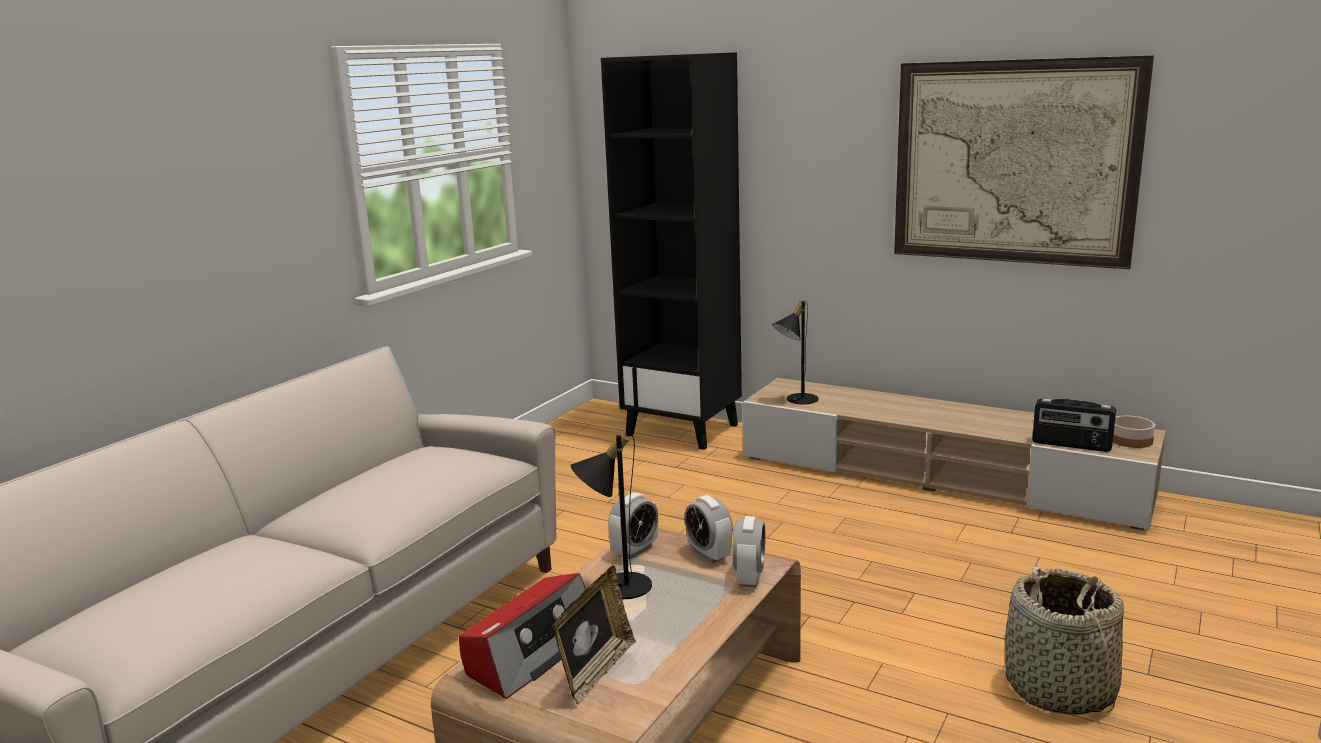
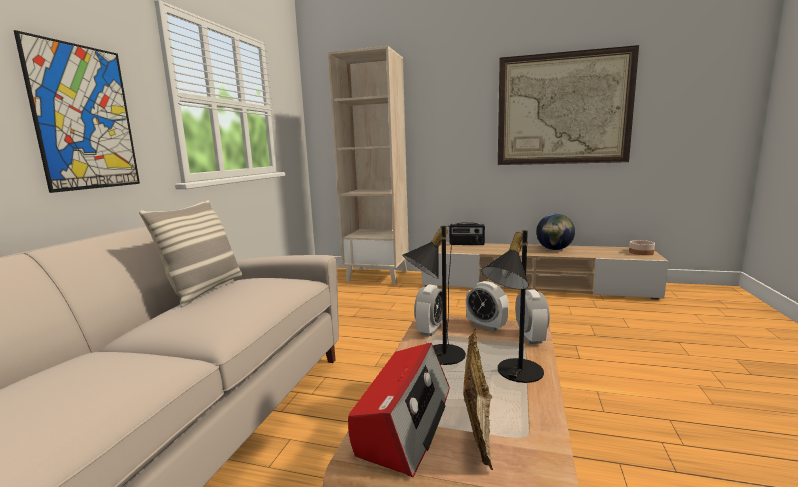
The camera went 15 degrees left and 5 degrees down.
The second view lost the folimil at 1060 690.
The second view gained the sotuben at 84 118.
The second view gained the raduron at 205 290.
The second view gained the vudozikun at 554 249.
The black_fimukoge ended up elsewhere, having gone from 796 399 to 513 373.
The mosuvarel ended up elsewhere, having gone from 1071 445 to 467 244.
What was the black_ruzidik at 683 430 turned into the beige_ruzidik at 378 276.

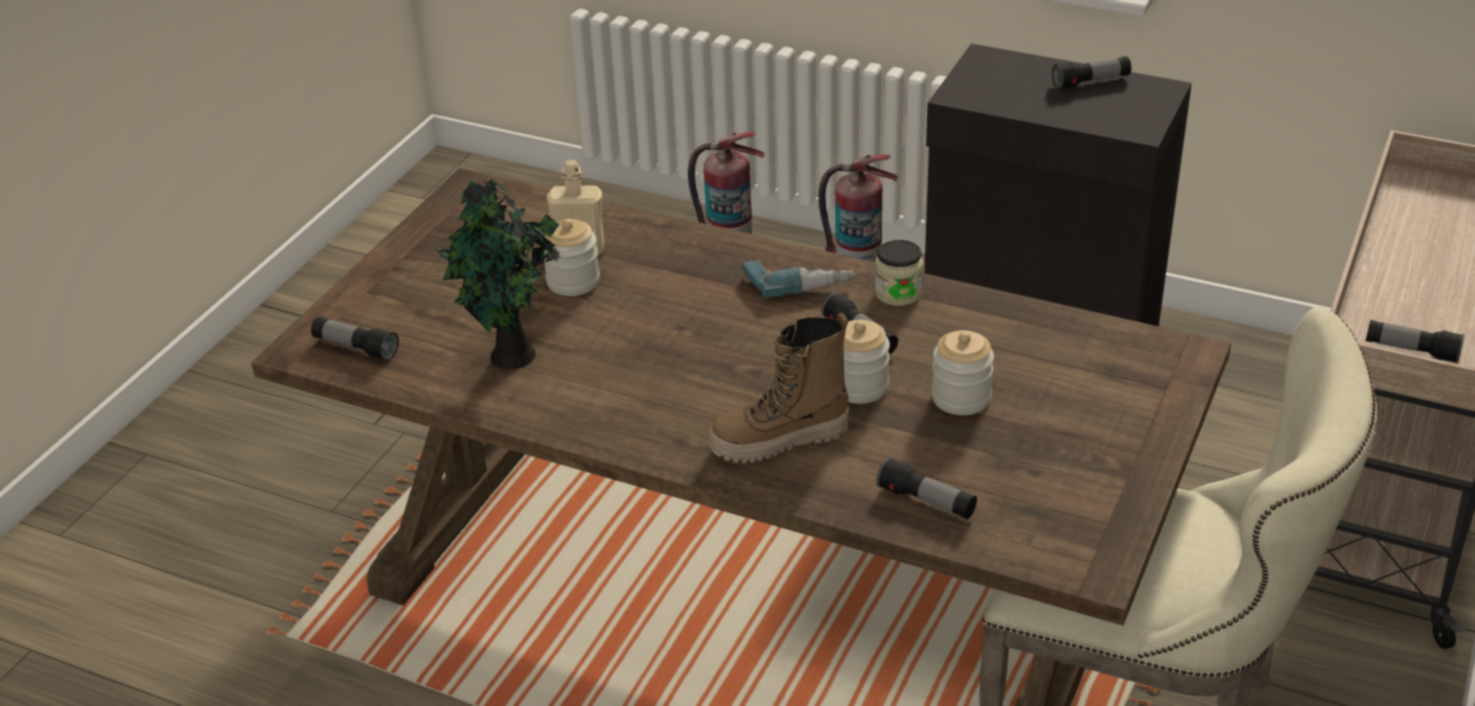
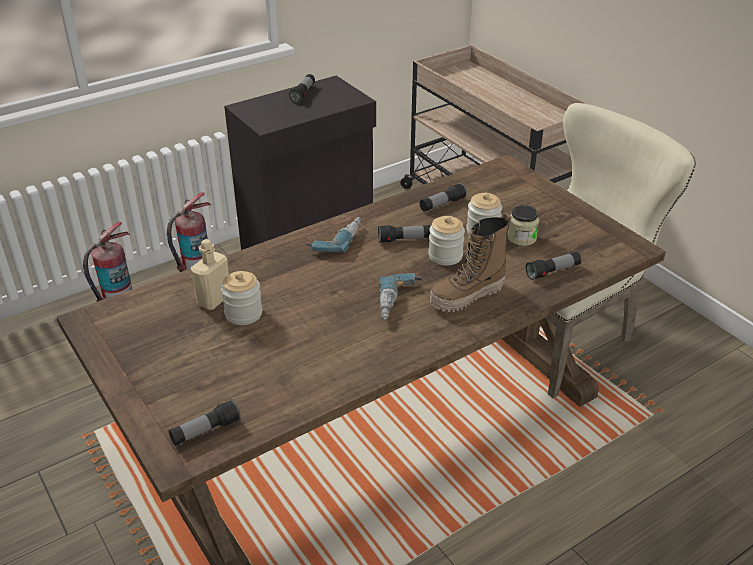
The camera went 60 degrees left and 0 degrees up.
The second view lost the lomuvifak at 513 358.
The second view gained the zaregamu at 400 303.
The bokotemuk ended up elsewhere, having gone from 898 293 to 521 238.
The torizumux ended up elsewhere, having gone from 1411 351 to 442 204.
The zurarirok at 779 441 ended up facing another way, 45 degrees clockwise from before.

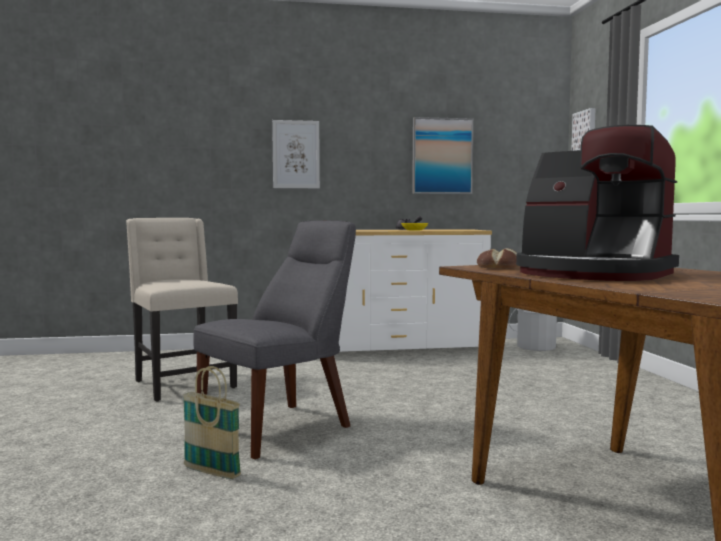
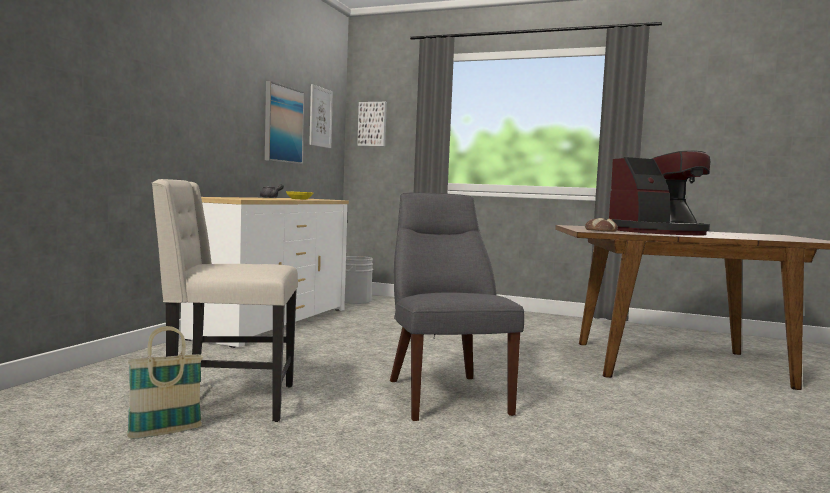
The camera went 60 degrees left and 0 degrees up.
The folimil ended up elsewhere, having gone from 212 472 to 165 432.
The sotuben ended up elsewhere, having gone from 296 154 to 320 117.

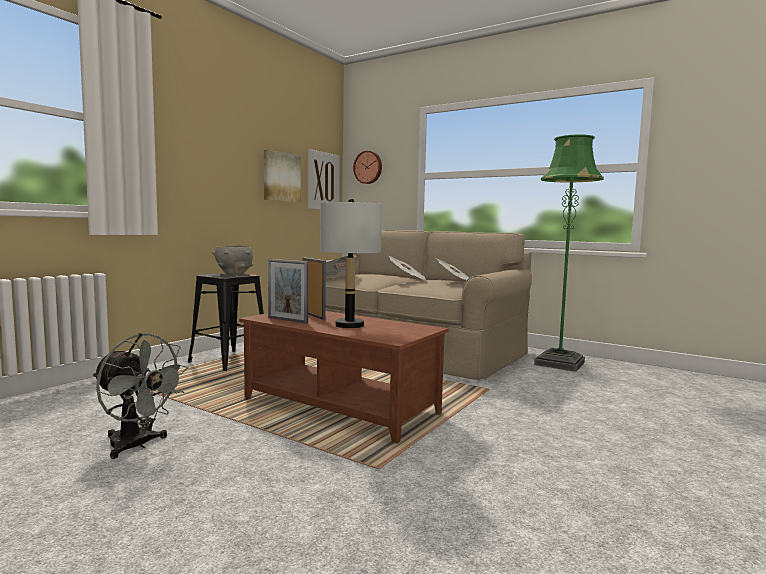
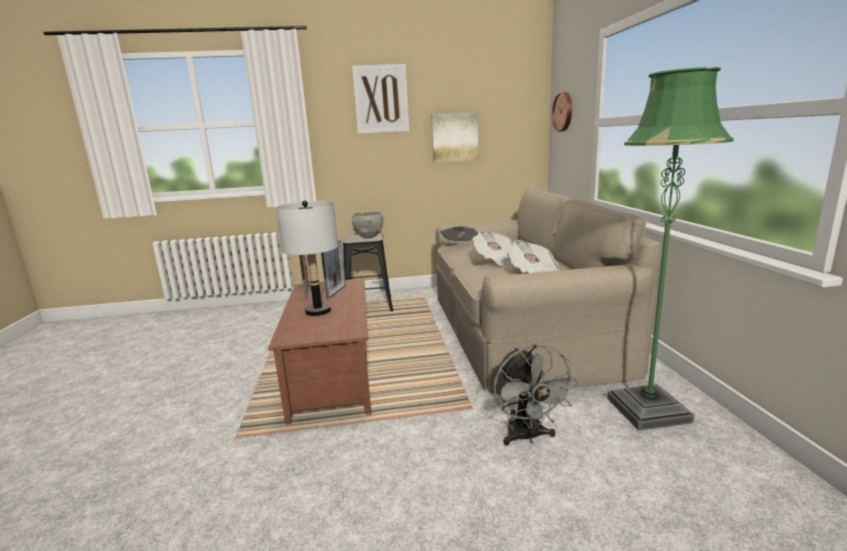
The camera went 50 degrees right and 10 degrees up.
The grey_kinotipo ended up elsewhere, having gone from 137 445 to 527 437.
The sotuben ended up elsewhere, having gone from 323 181 to 381 99.

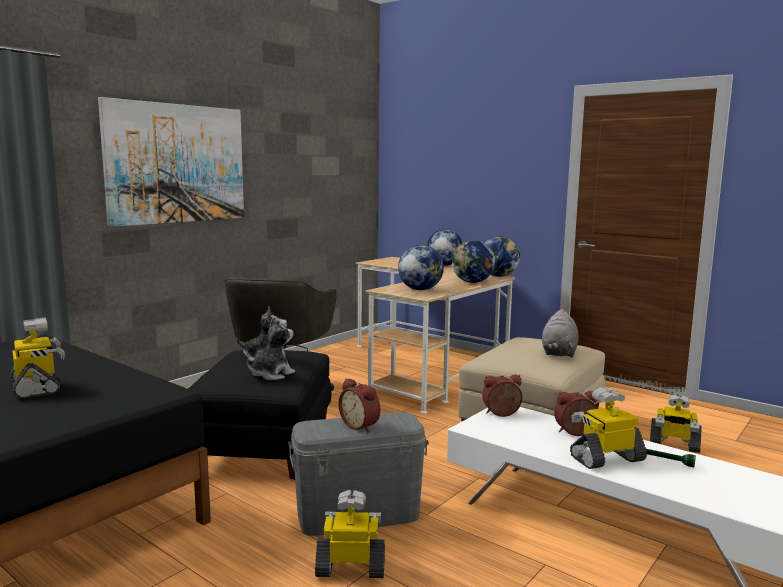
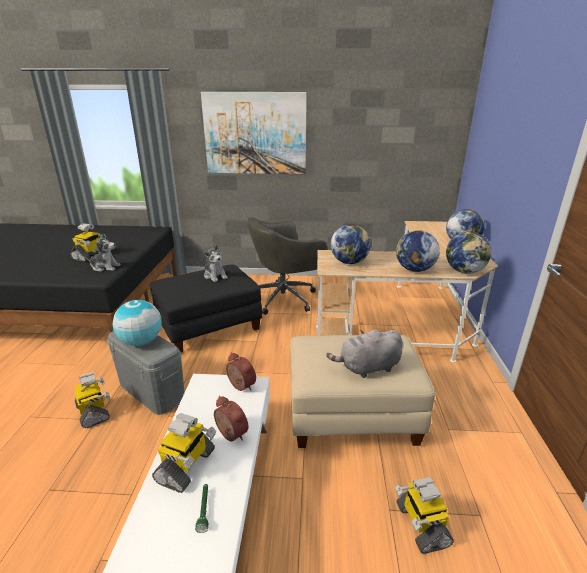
The camera went 55 degrees right and 15 degrees up.
The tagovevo ended up elsewhere, having gone from 271 375 to 105 267.
Where the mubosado stood at 361 425, the vudozikun came to stand at 141 341.
The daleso at 606 458 ended up facing another way, 75 degrees clockwise from before.

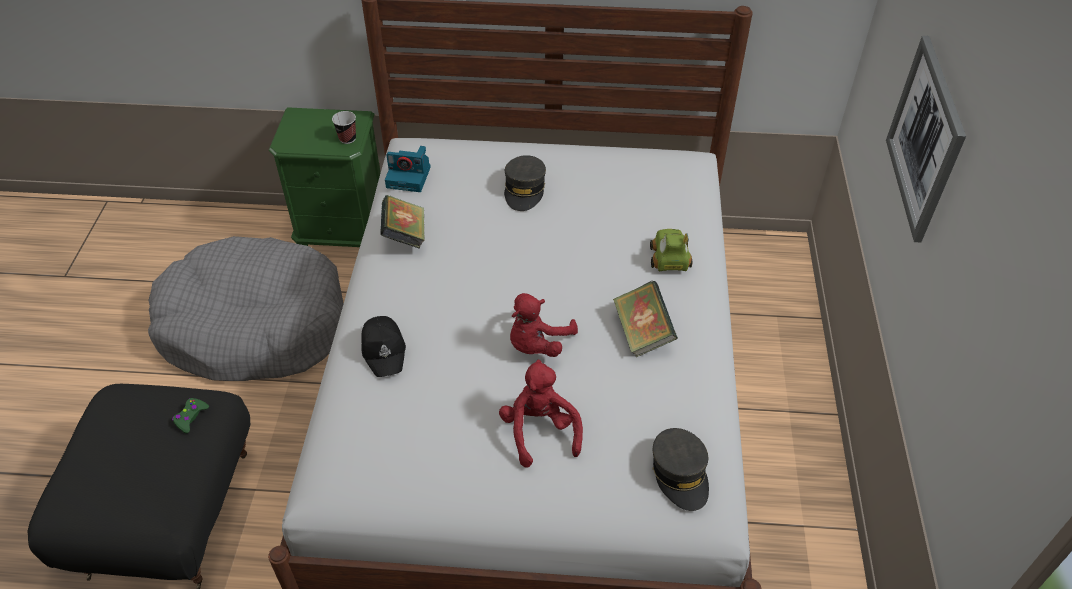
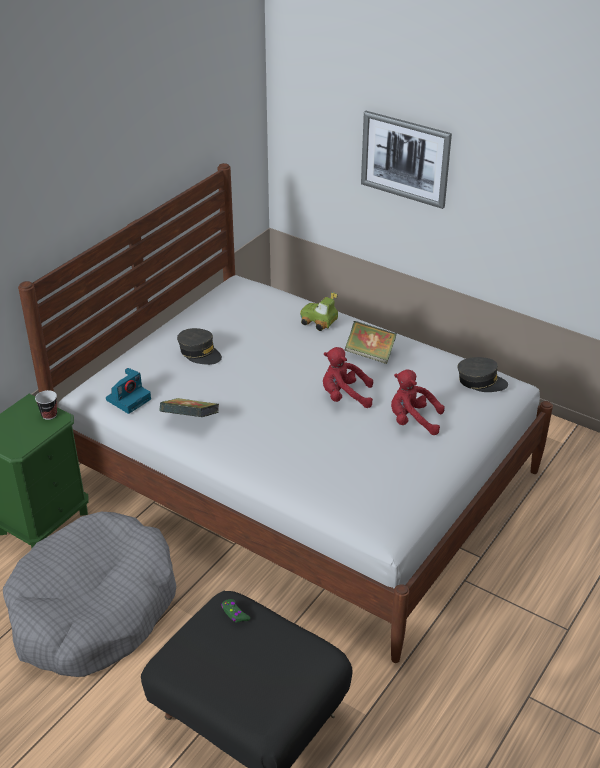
The camera went 60 degrees left and 10 degrees down.
The second view lost the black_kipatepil at 384 350.
The red_tagovevo at 537 344 ended up facing another way, 120 degrees clockwise from before.

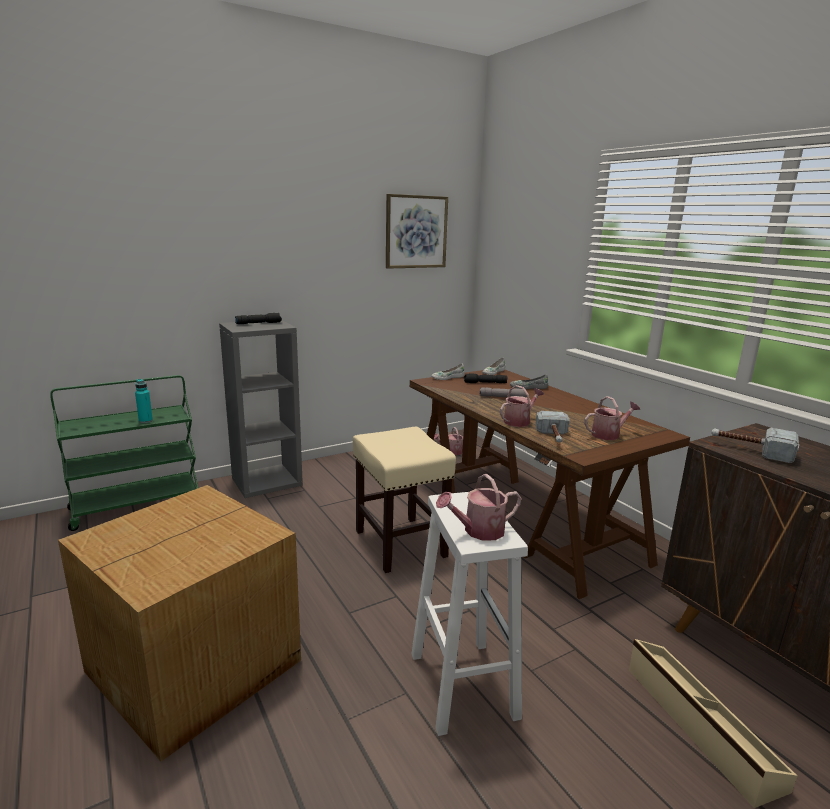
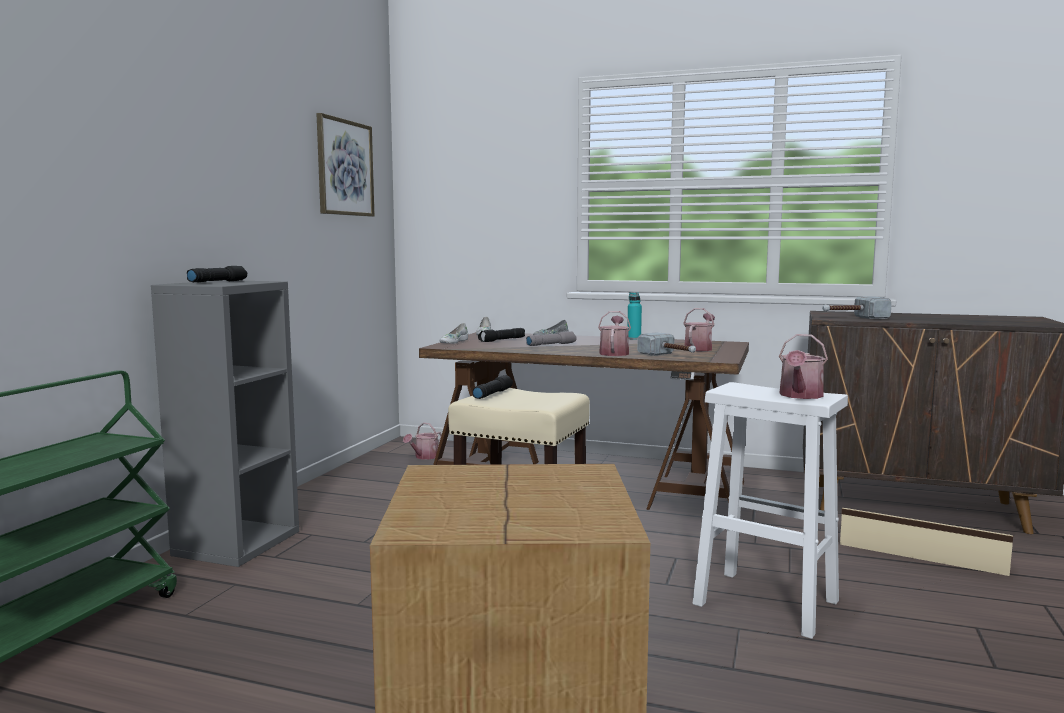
The camera went 40 degrees left and 10 degrees down.
The second view gained the black_torizumux at 492 394.
The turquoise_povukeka ended up elsewhere, having gone from 145 421 to 634 338.

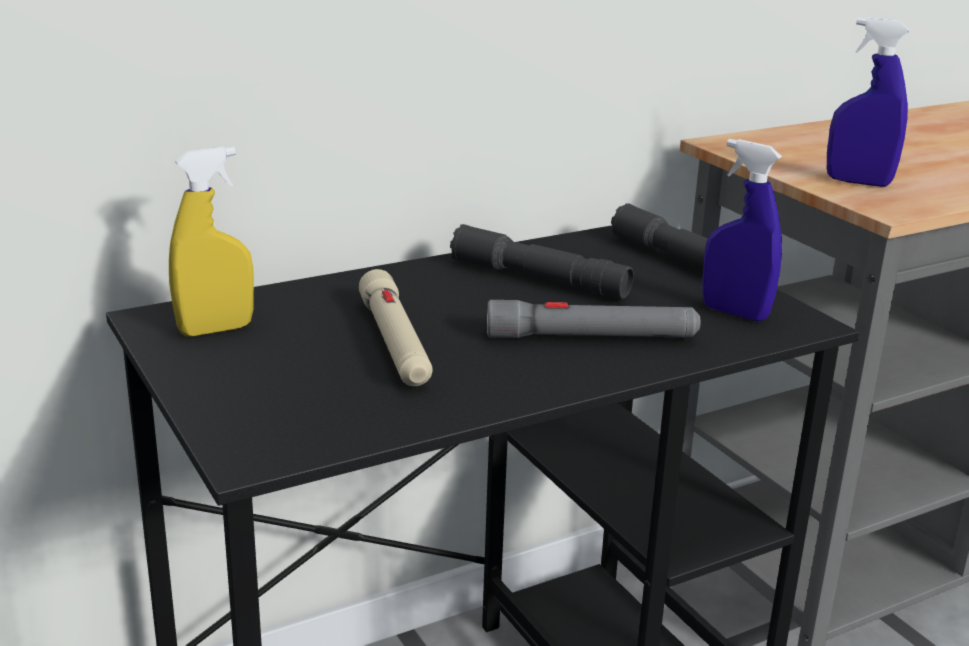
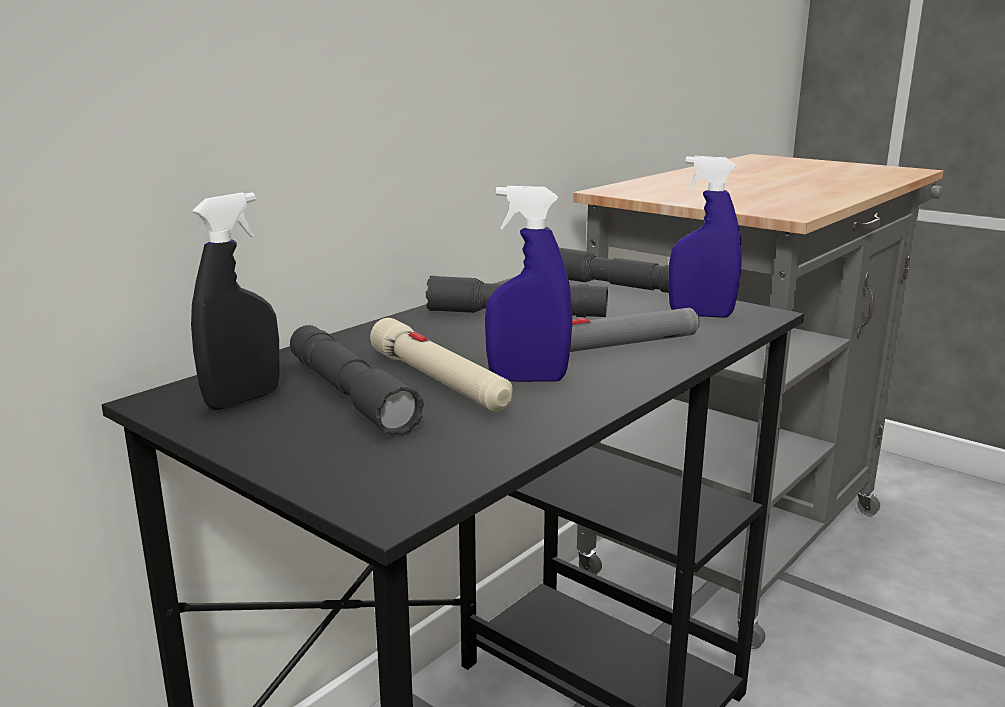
The camera went 20 degrees left and 5 degrees down.
The second view gained the grey_torizumux at 350 395.
The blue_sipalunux ended up elsewhere, having gone from 858 182 to 527 379.
What was the yellow_sipalunux at 215 330 turned into the black_sipalunux at 243 399.

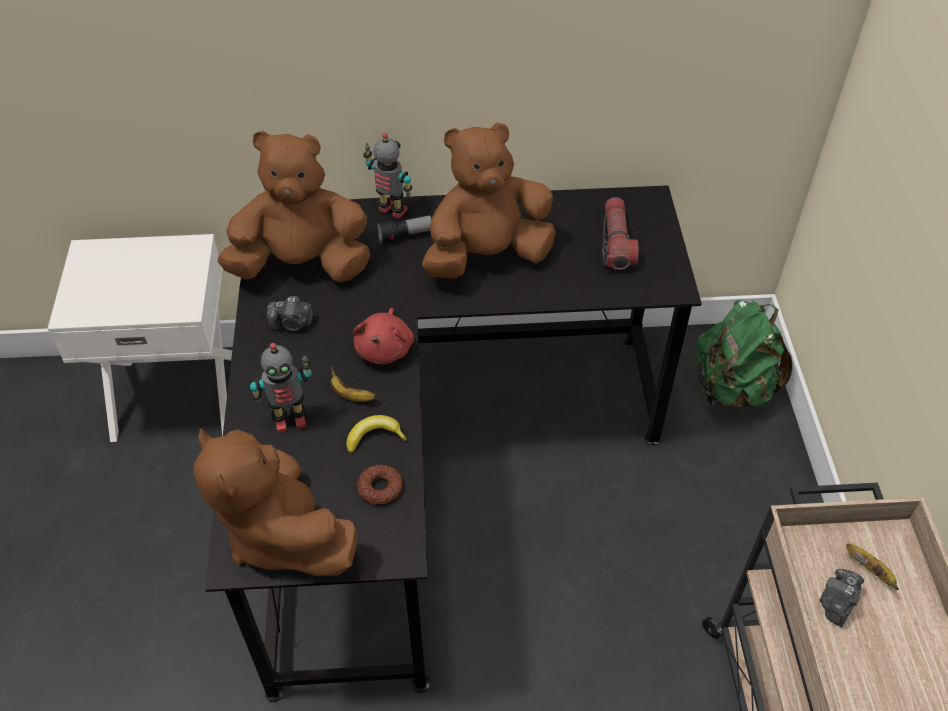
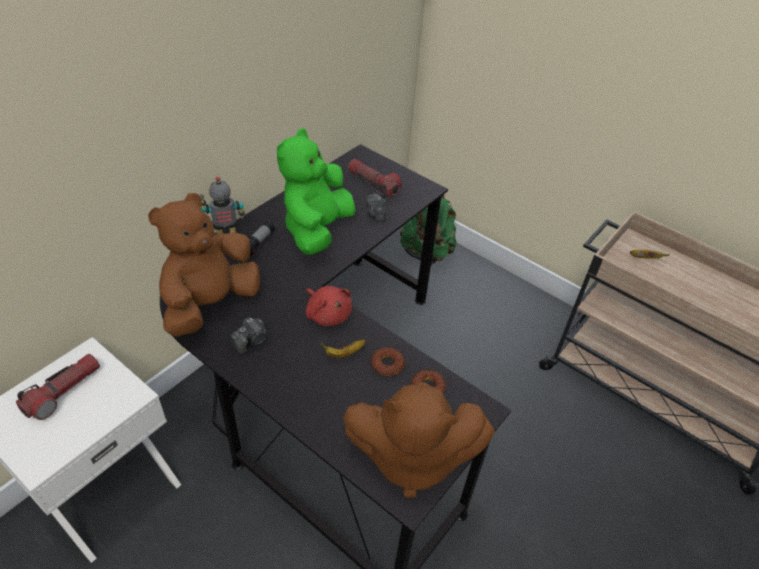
The camera went 50 degrees left and 5 degrees down.
The second view lost the daleso at 290 420.
The second view gained the torizumux at 63 392.
The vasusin ended up elsewhere, having gone from 836 604 to 375 214.
Where the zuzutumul stood at 374 437, the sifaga came to stand at 387 364.
What was the brown_tagovevo at 487 256 turned into the green_tagovevo at 316 230.

